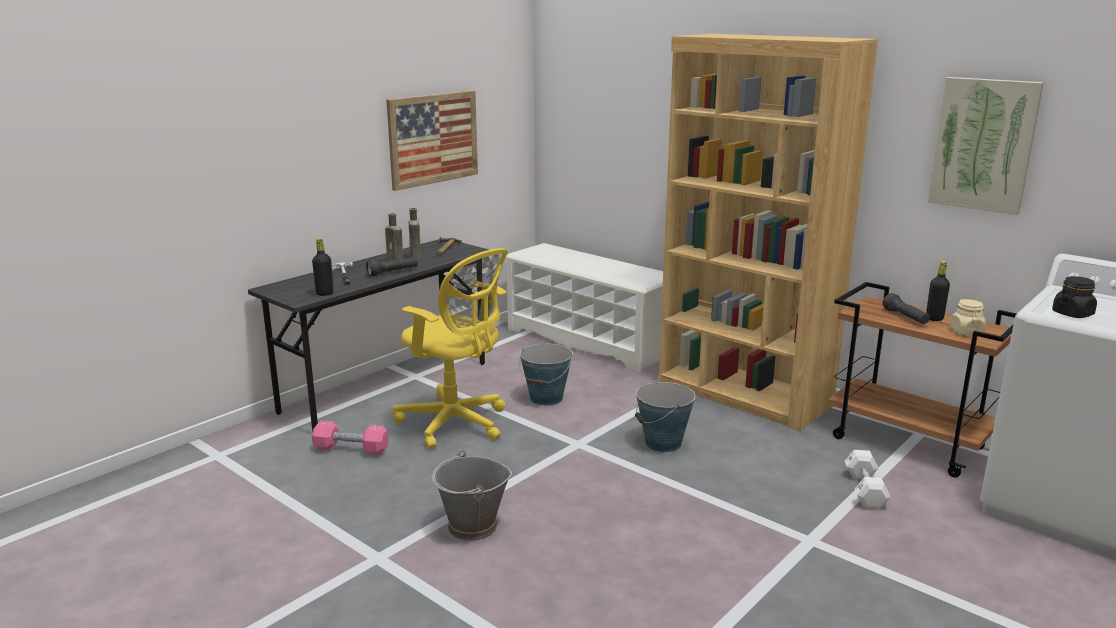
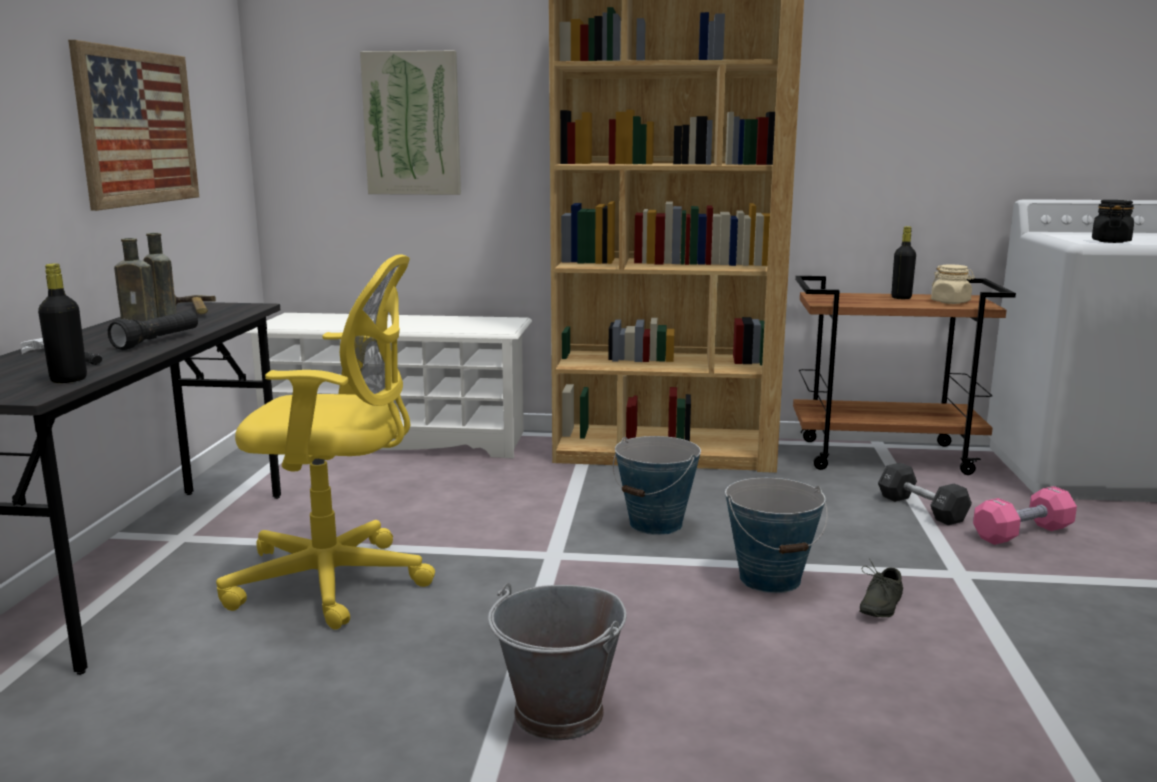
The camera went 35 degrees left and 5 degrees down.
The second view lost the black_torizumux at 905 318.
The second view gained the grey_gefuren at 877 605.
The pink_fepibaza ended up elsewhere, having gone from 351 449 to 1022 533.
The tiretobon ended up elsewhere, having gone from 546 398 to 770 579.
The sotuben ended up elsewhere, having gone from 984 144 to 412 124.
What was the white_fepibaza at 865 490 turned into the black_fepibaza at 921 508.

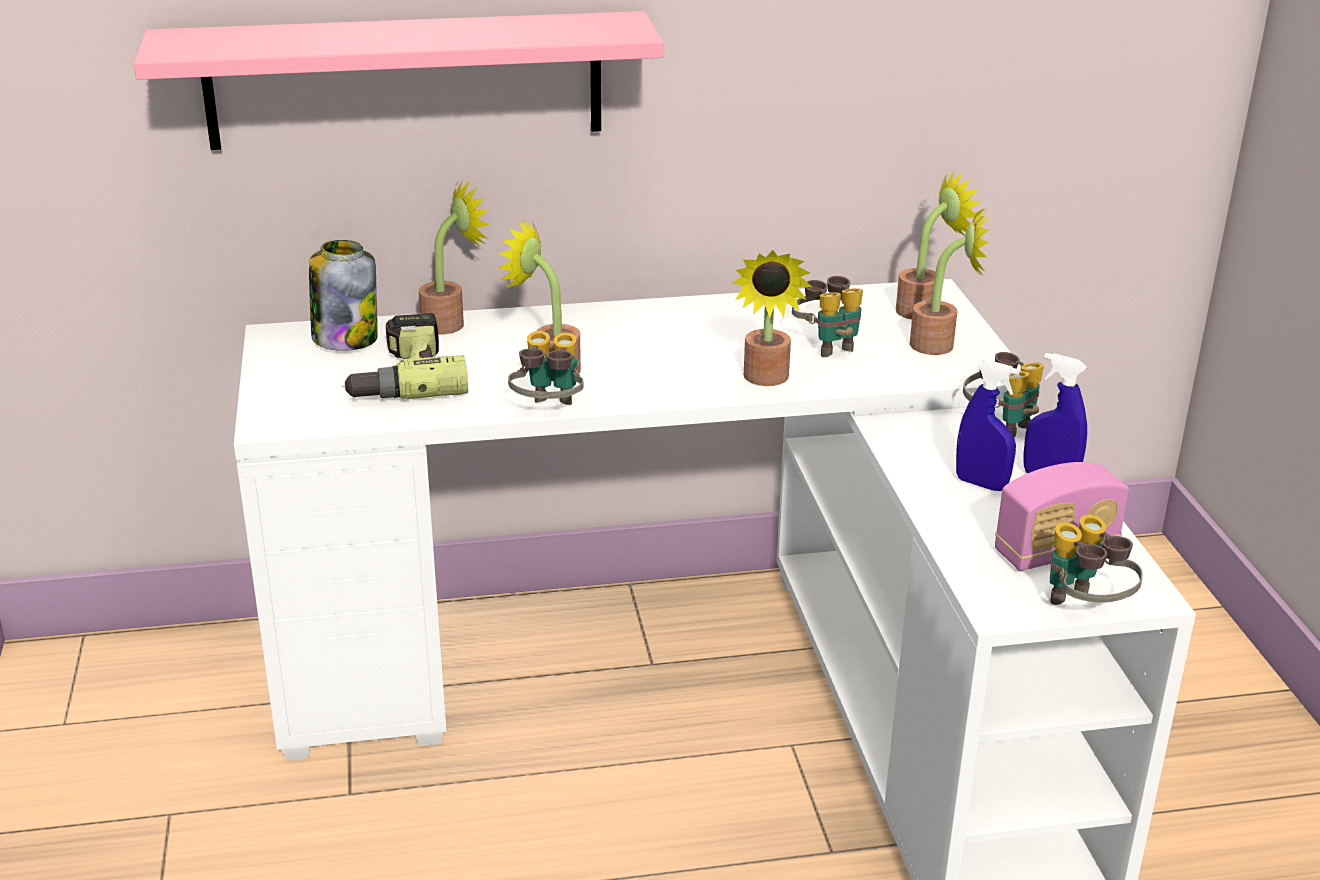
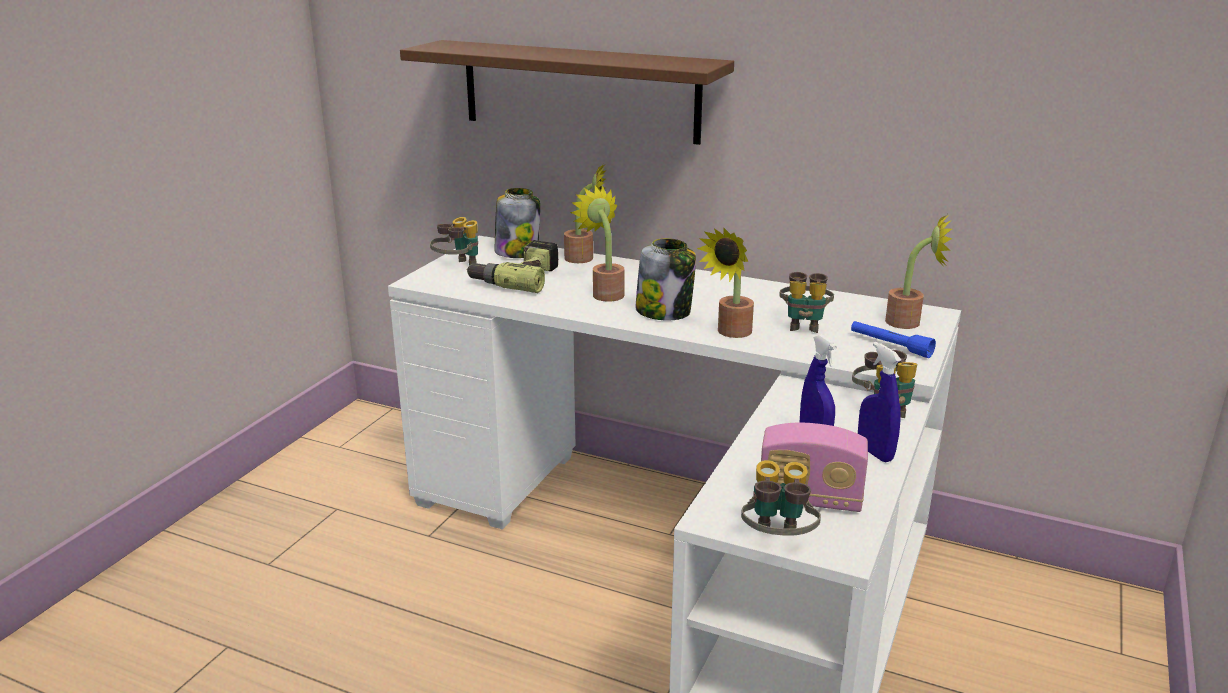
The camera went 35 degrees right and 5 degrees down.
The second view gained the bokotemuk at 664 312.
The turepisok ended up elsewhere, having gone from 549 412 to 458 267.
Where the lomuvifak stood at 941 345, the blue_torizumux came to stand at 890 346.
What was the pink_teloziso at 405 80 turned into the brown_teloziso at 579 91.

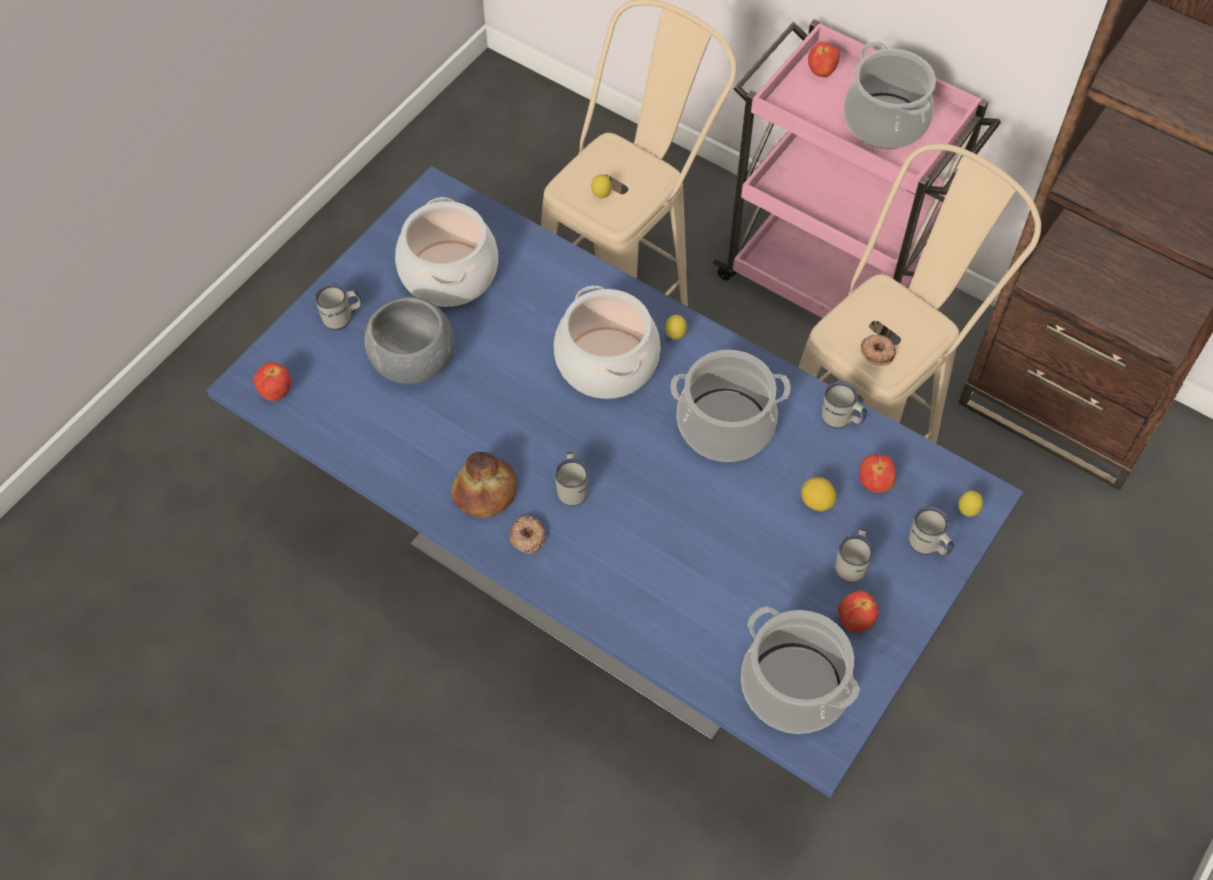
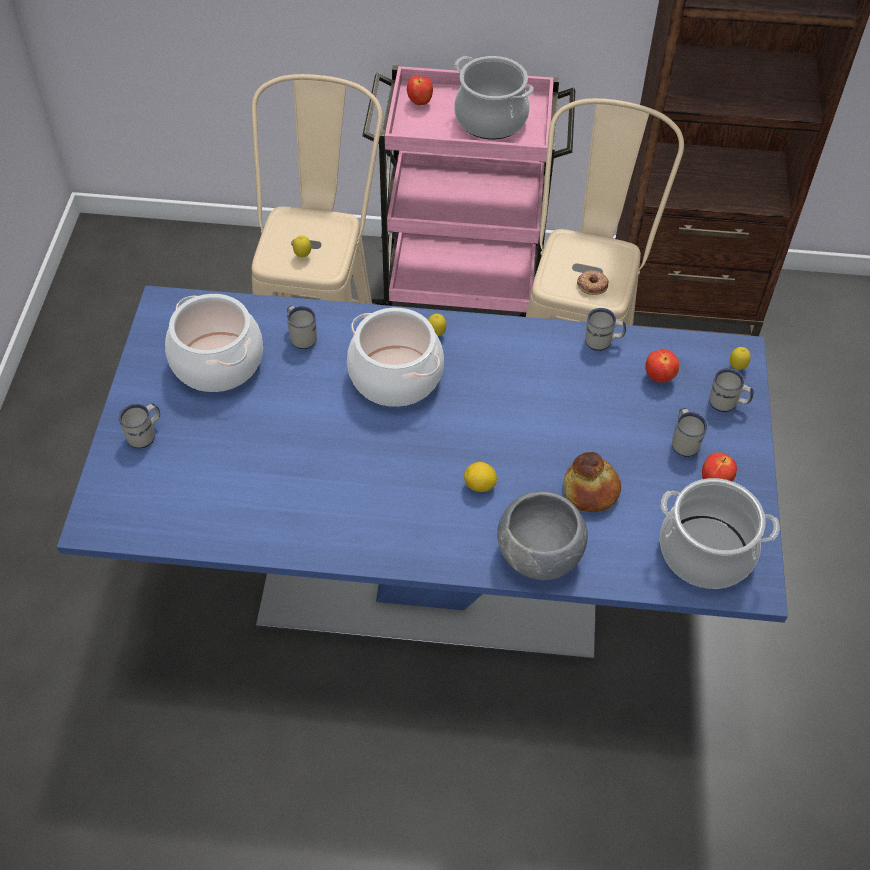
The camera went 30 degrees left and 5 degrees down.
The second view lost the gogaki at 276 392.
The second view lost the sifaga at 527 537.
The second view lost the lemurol at 725 425.
The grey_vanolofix ended up elsewhere, having gone from 413 359 to 539 553.
The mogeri ended up elsewhere, having gone from 486 493 to 591 490.
The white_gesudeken ended up elsewhere, having gone from 572 487 to 301 336.
The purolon ended up elsewhere, having gone from 816 502 to 479 485.

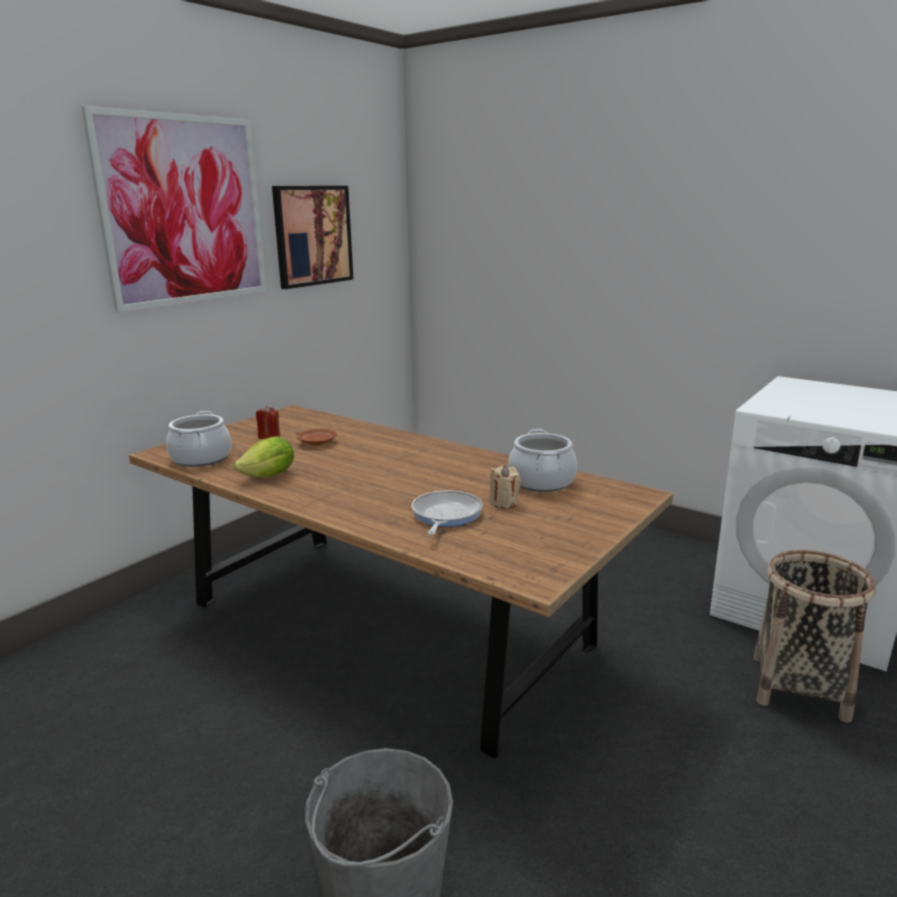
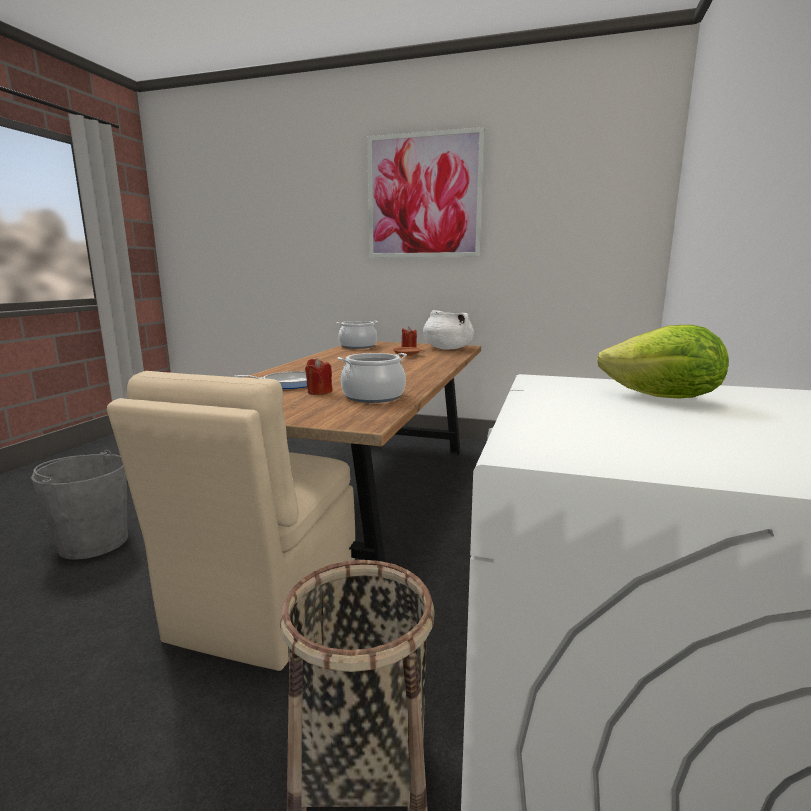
The camera went 70 degrees right and 5 degrees down.
The second view lost the sotuben at 313 235.
The second view gained the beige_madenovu at 264 605.
The second view gained the white_lemurol at 447 349.
The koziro ended up elsewhere, having gone from 269 476 to 662 398.
What was the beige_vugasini at 504 502 turned into the red_vugasini at 319 392.

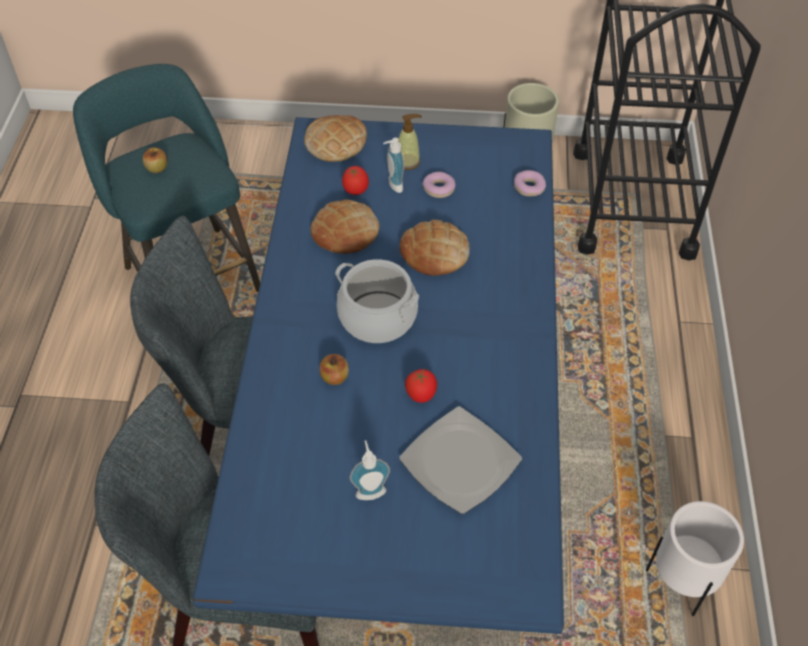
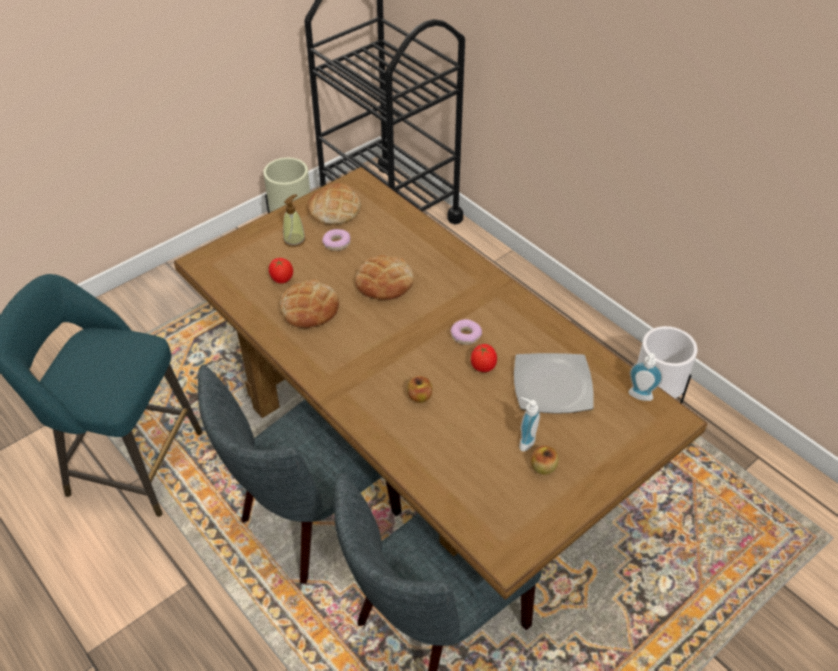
The camera went 45 degrees left and 5 degrees down.
The second view lost the lemurol at 377 317.
The gogaki ended up elsewhere, having gone from 157 168 to 543 467.
The mogeri ended up elsewhere, having gone from 336 143 to 334 209.
The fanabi ended up elsewhere, having gone from 393 185 to 639 397.
The sifaga ended up elsewhere, having gone from 529 187 to 466 335.
What was the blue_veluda at 401 441 turned into the brown_veluda at 416 451.

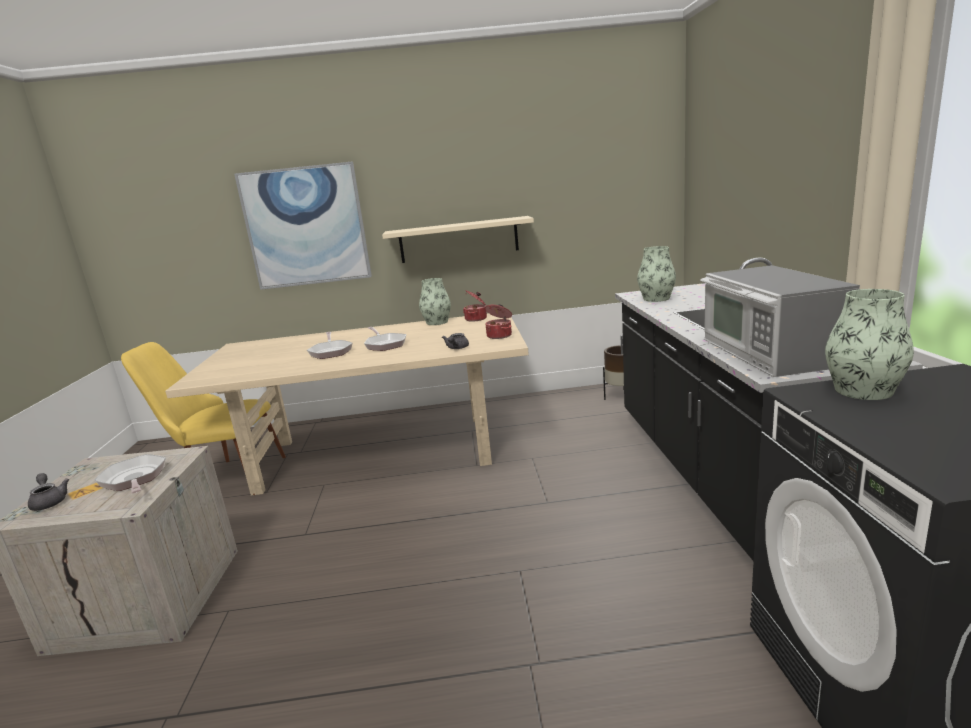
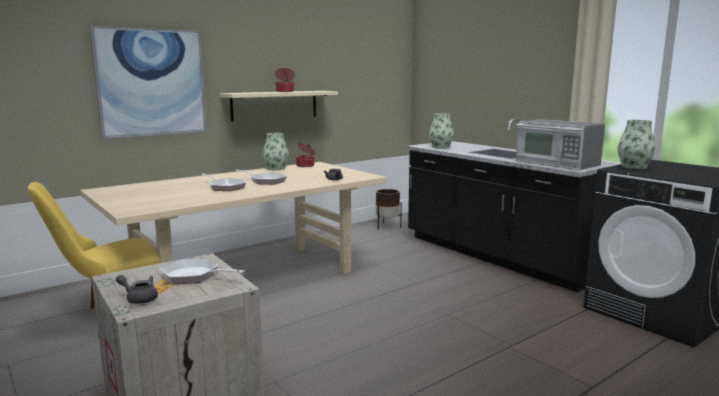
The camera went 35 degrees left and 5 degrees down.
The lemurol ended up elsewhere, having gone from 500 335 to 285 91.

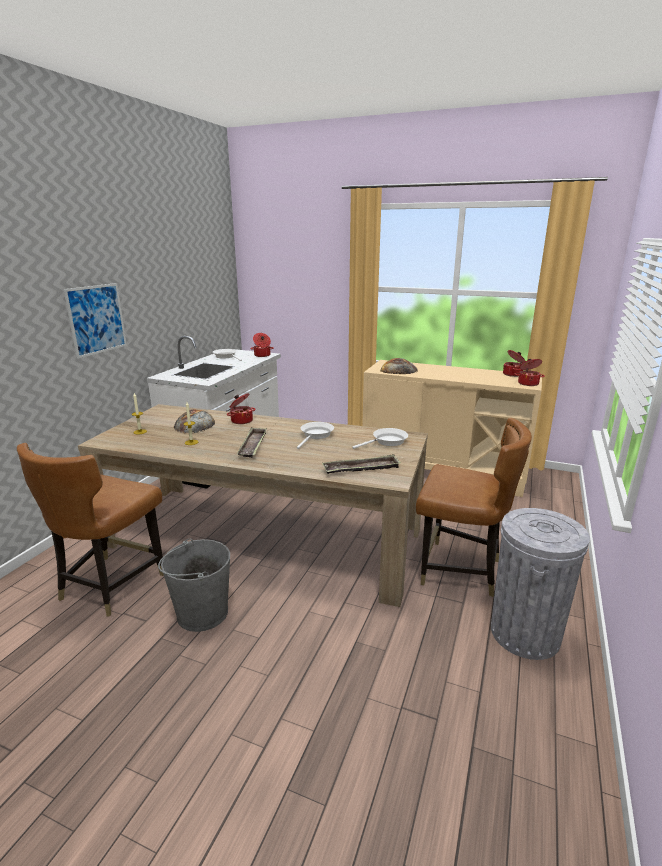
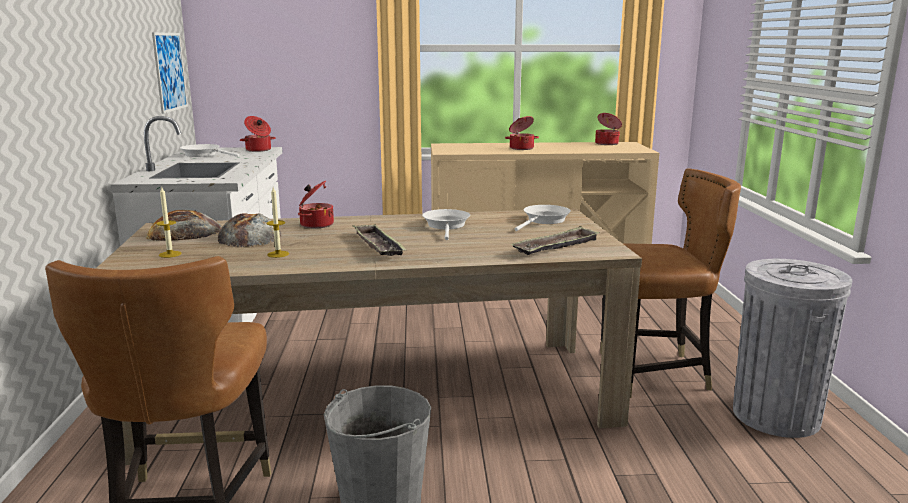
The camera went 25 degrees left and 5 degrees down.
The sotuben ended up elsewhere, having gone from 96 319 to 170 71.
The mogeri ended up elsewhere, having gone from 398 370 to 184 232.
The lemurol ended up elsewhere, having gone from 528 383 to 521 148.

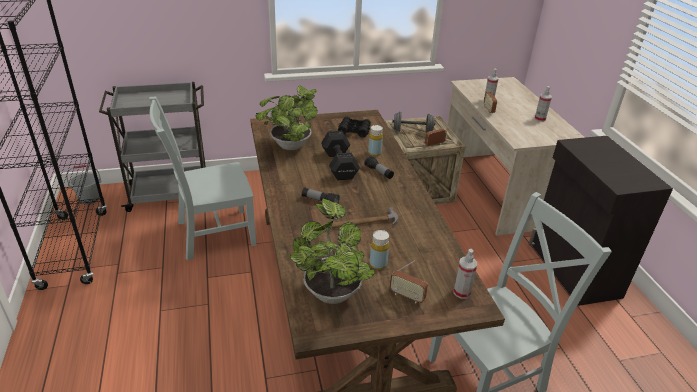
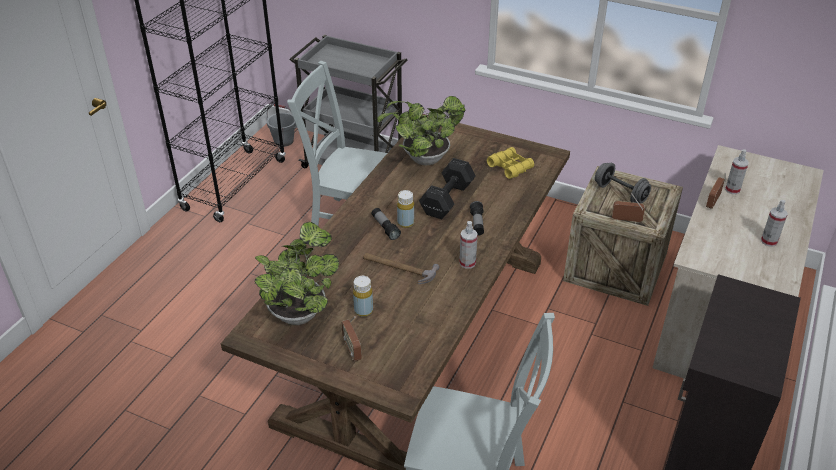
The camera went 40 degrees right and 5 degrees up.
The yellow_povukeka ended up elsewhere, having gone from 374 153 to 405 223.
The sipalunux ended up elsewhere, having gone from 461 292 to 467 263.
What was the black_turepisok at 354 131 turned into the yellow_turepisok at 510 167.

